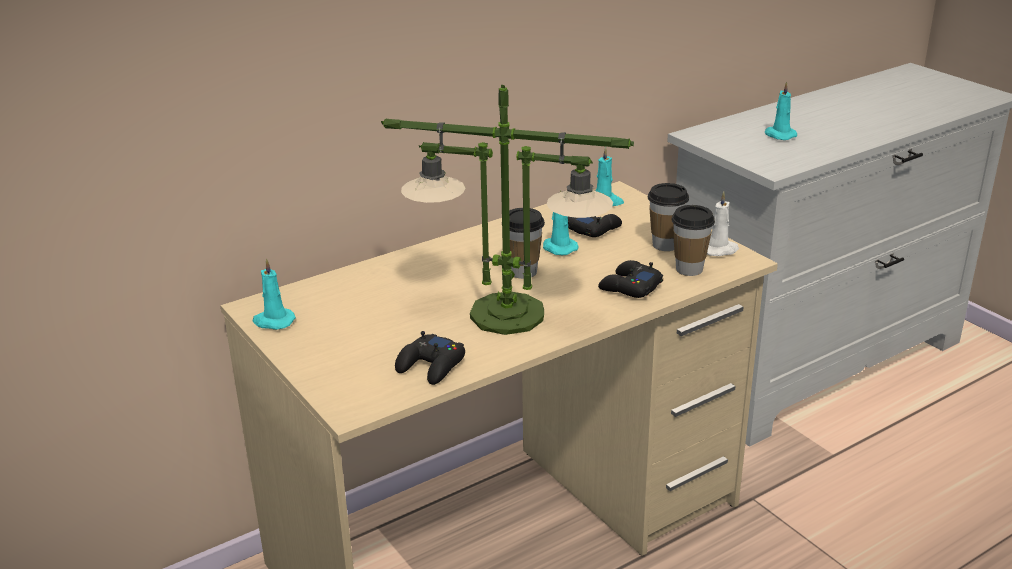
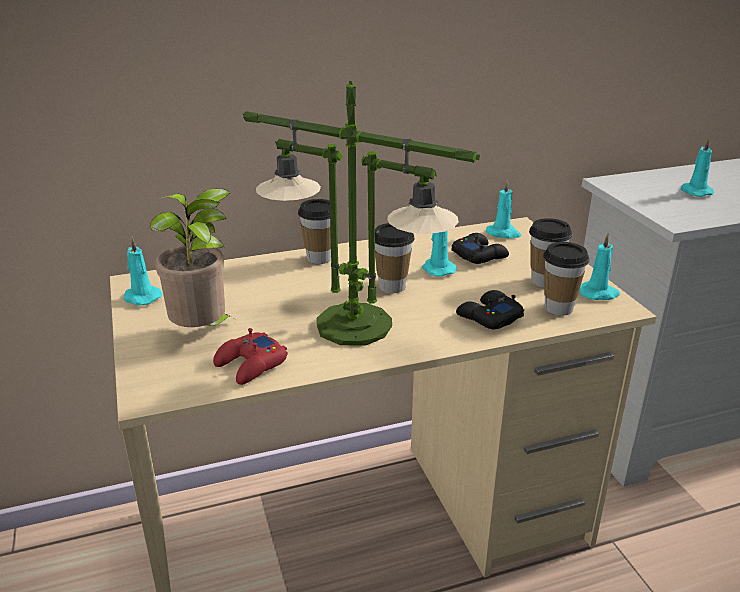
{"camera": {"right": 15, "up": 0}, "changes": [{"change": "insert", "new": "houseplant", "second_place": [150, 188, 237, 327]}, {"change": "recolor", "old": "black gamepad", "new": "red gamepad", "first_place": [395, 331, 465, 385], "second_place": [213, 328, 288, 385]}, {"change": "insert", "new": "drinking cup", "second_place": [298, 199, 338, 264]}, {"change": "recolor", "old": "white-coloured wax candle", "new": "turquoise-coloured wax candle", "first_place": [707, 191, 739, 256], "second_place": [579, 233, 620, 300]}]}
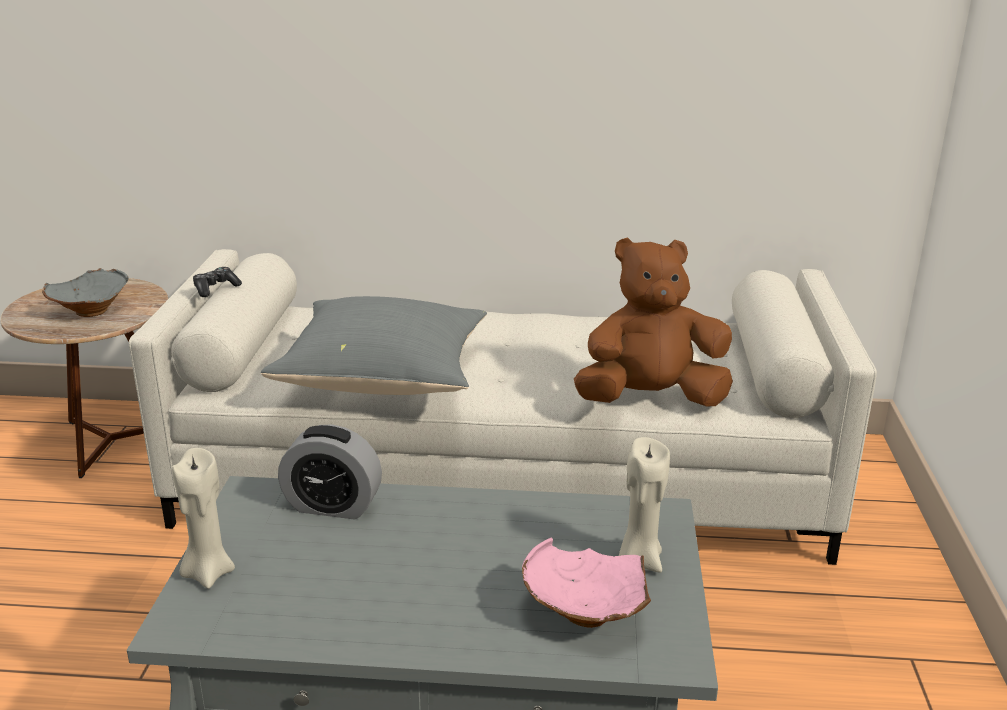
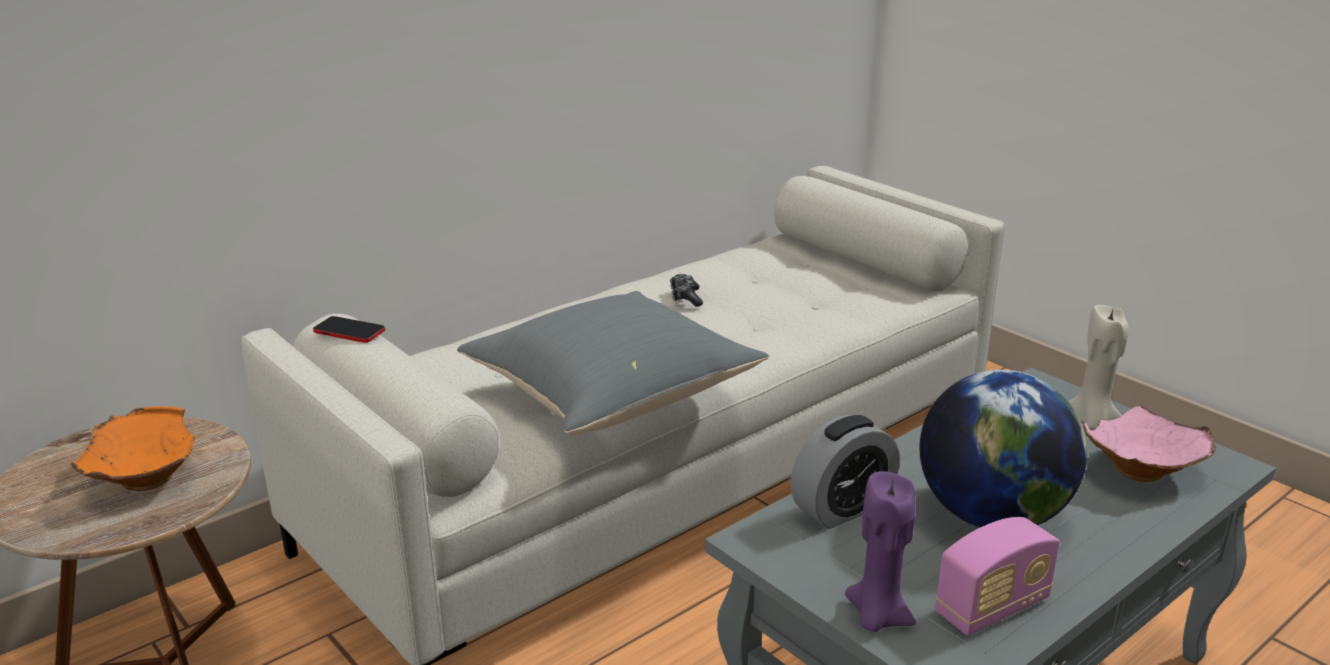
{"camera": {"right": -45, "up": 0}, "changes": [{"change": "recolor", "old": "gray deep dish", "new": "orangey deep dish", "first_place": [42, 268, 128, 317], "second_place": [71, 406, 195, 491]}, {"change": "insert", "new": "telephone", "second_place": [313, 316, 385, 343]}, {"change": "move", "old": "gamepad", "first_place": [193, 267, 242, 297], "second_place": [670, 274, 703, 307]}, {"change": "recolor", "old": "beige wax candle", "new": "purplish wax candle", "first_place": [172, 448, 235, 589], "second_place": [845, 471, 916, 632]}, {"change": "insert", "new": "desk globe", "second_place": [920, 370, 1087, 527]}, {"change": "insert", "new": "radio", "second_place": [935, 517, 1060, 636]}, {"change": "delete", "old": "brown-coloured cuddly toy", "first_place": [574, 237, 733, 407]}]}
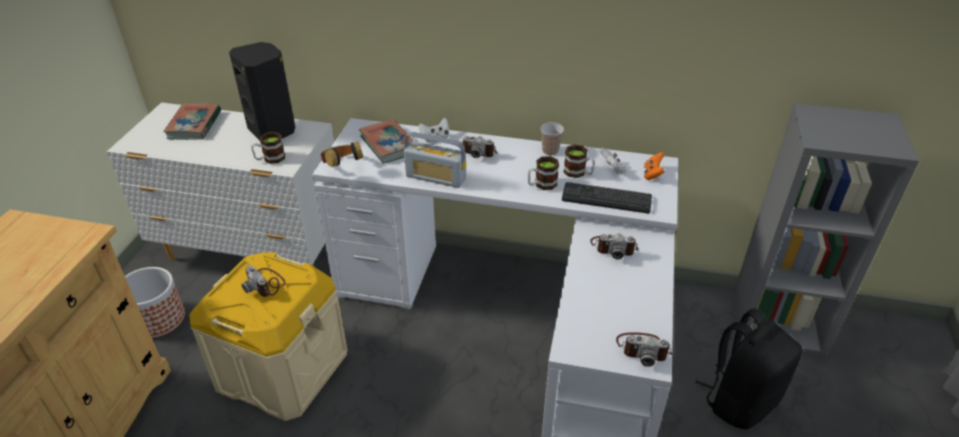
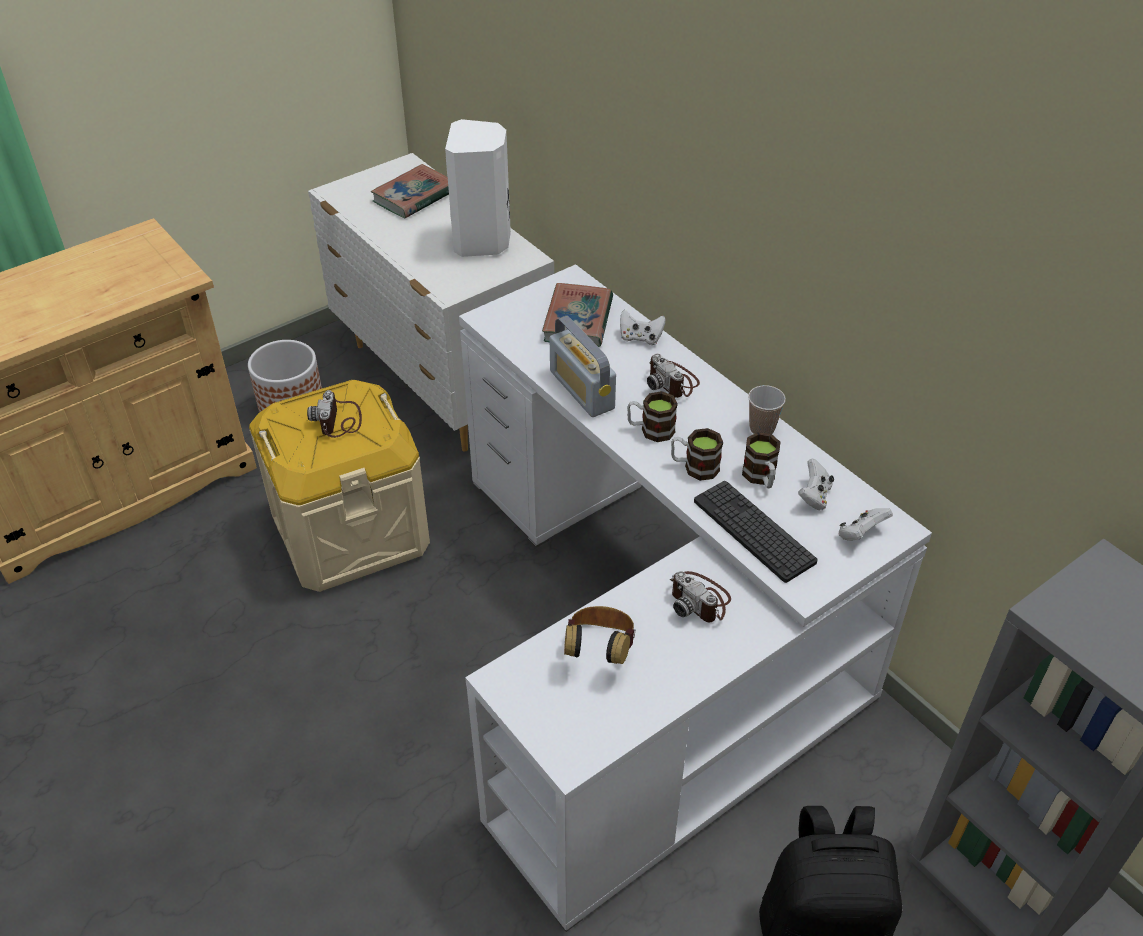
{"camera": {"right": 40, "up": 5}, "changes": [{"change": "recolor", "old": "black loudspeaker", "new": "white-coloured loudspeaker", "first_place": [229, 42, 295, 141], "second_place": [445, 119, 511, 257]}, {"change": "move", "old": "headset", "first_place": [320, 142, 363, 167], "second_place": [564, 606, 635, 664]}, {"change": "move", "old": "coffee mug", "first_place": [251, 132, 285, 164], "second_place": [627, 391, 678, 442]}, {"change": "recolor", "old": "orangey gamepad", "new": "white-coloured gamepad", "first_place": [644, 152, 665, 180], "second_place": [838, 508, 893, 541]}, {"change": "delete", "old": "still camera", "first_place": [616, 332, 672, 367]}]}
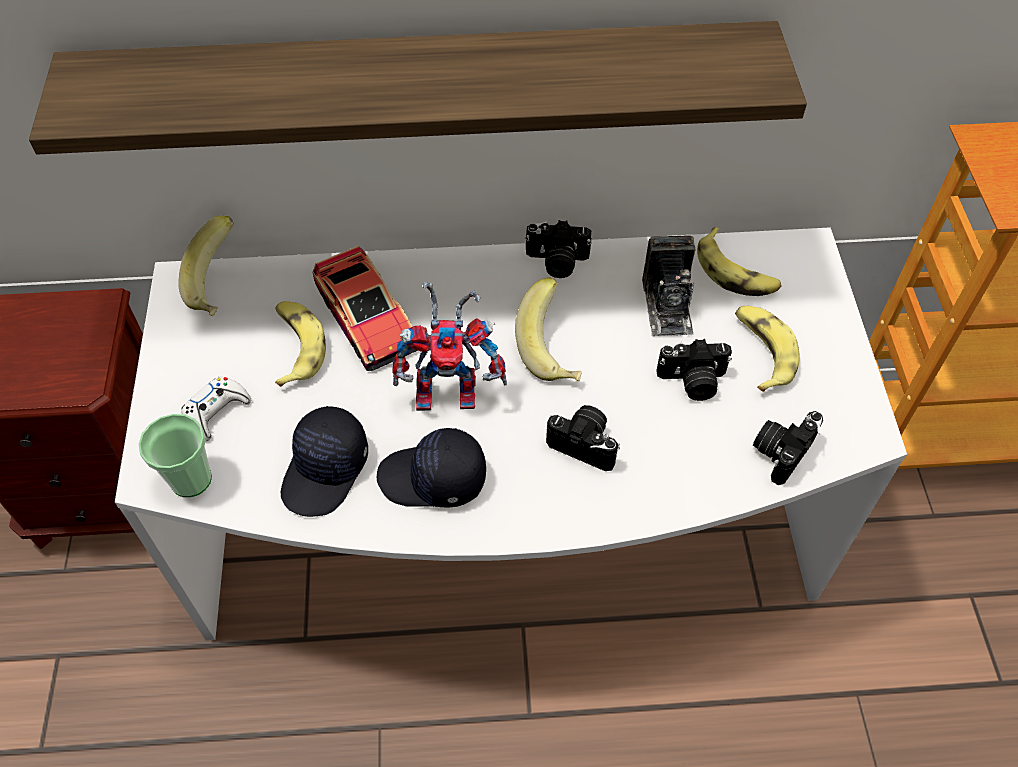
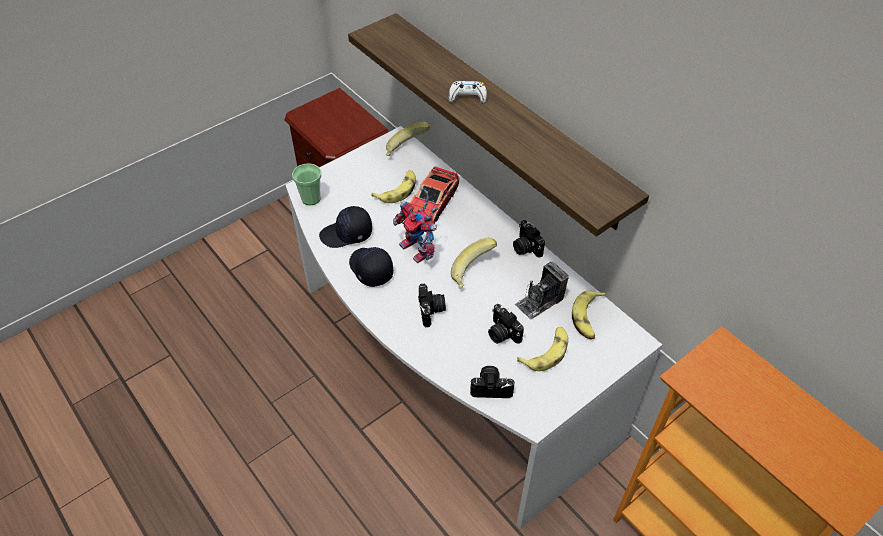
{"camera": {"right": 55, "up": -5}, "changes": [{"change": "move", "old": "white-coloured gamepad", "first_place": [181, 376, 251, 441], "second_place": [449, 81, 487, 104]}]}
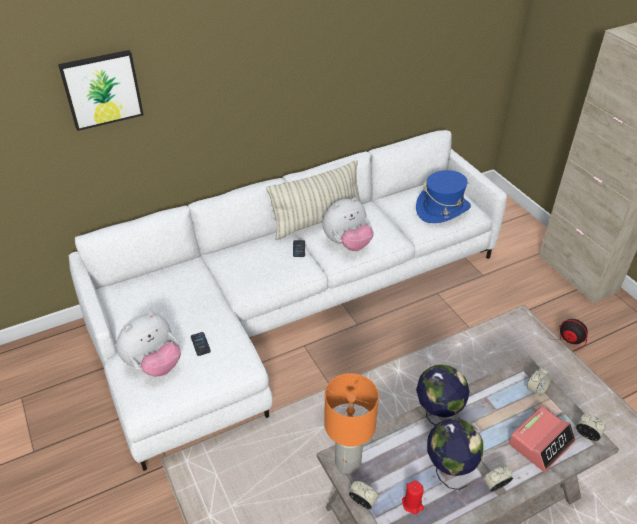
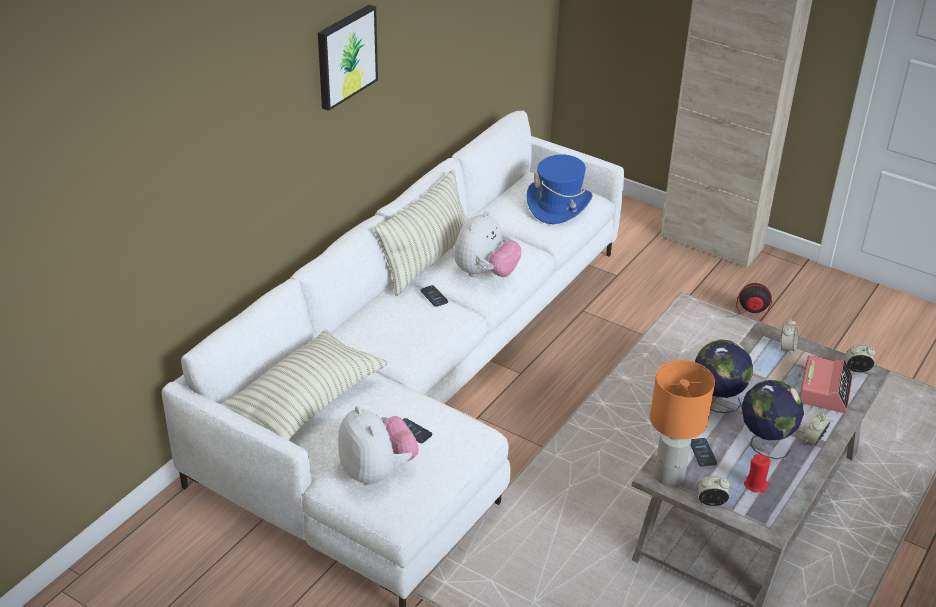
{"camera": {"right": -30, "up": -5}, "changes": [{"change": "insert", "new": "throw pillow", "second_place": [220, 330, 387, 440]}, {"change": "move", "old": "picture", "first_place": [58, 50, 144, 131], "second_place": [318, 5, 378, 111]}, {"change": "rotate", "old": "cuddly toy", "first_place": [116, 312, 181, 376], "second_place": [338, 406, 419, 485], "degrees": -45}, {"change": "insert", "new": "telephone", "second_place": [690, 438, 717, 467]}]}
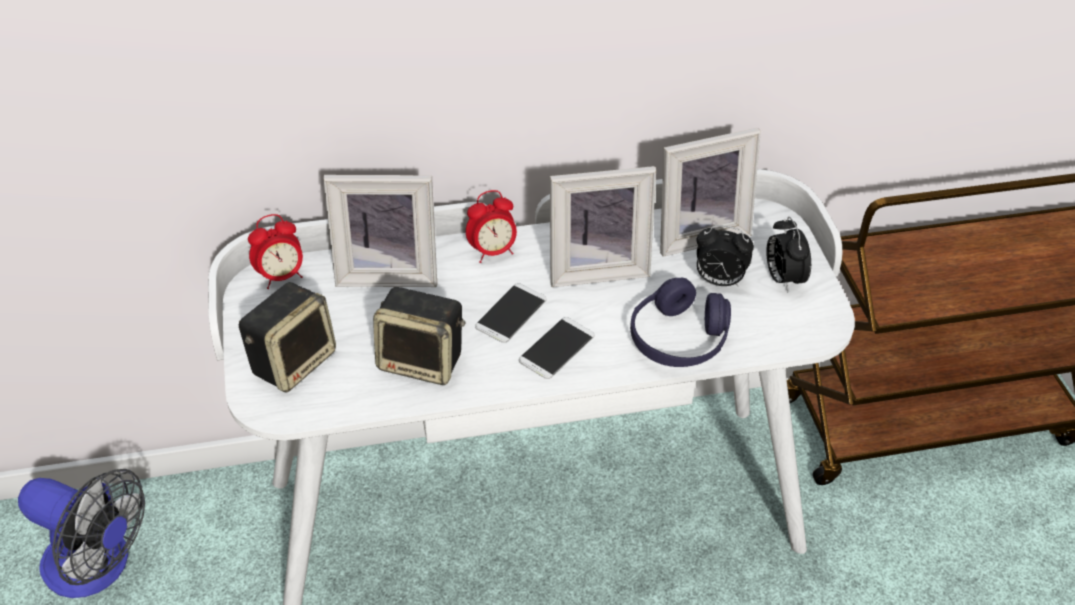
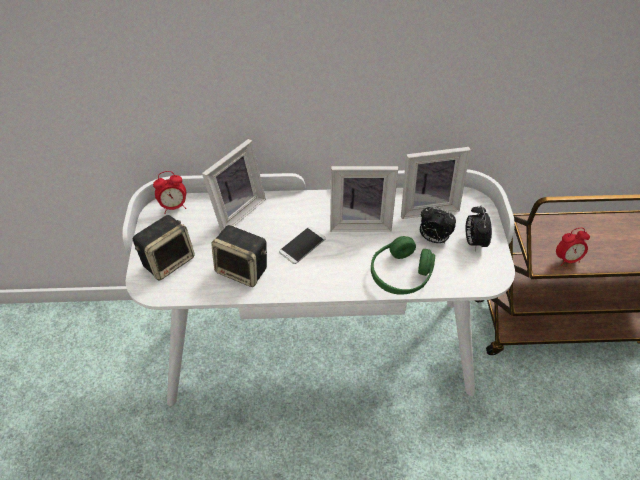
{"camera": {"right": 10, "up": 5}, "changes": [{"change": "rotate", "old": "photo frame", "first_place": [323, 175, 437, 287], "second_place": [202, 139, 266, 232], "degrees": -60}, {"change": "recolor", "old": "purplish headset", "new": "greenish headset", "first_place": [630, 278, 731, 367], "second_place": [371, 236, 435, 295]}, {"change": "move", "old": "table clock", "first_place": [466, 190, 517, 263], "second_place": [556, 228, 590, 266]}, {"change": "delete", "old": "cooling fan", "first_place": [18, 469, 145, 598]}, {"change": "delete", "old": "telephone", "first_place": [519, 317, 594, 379]}]}
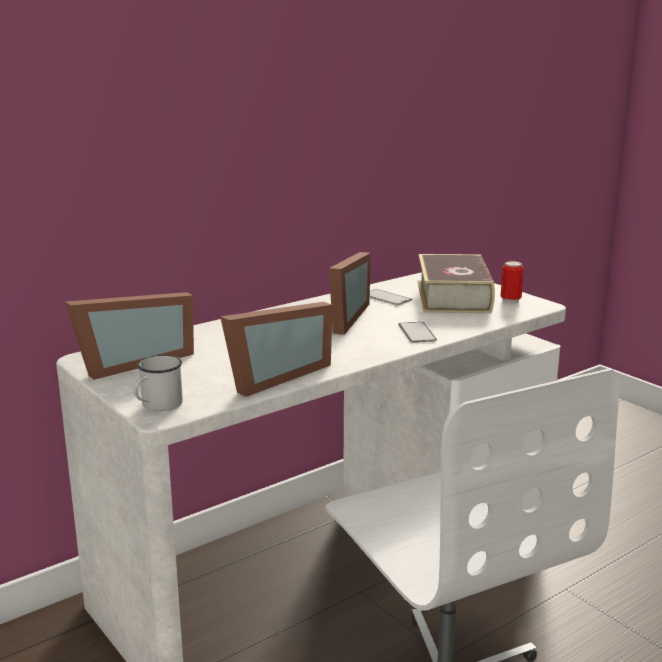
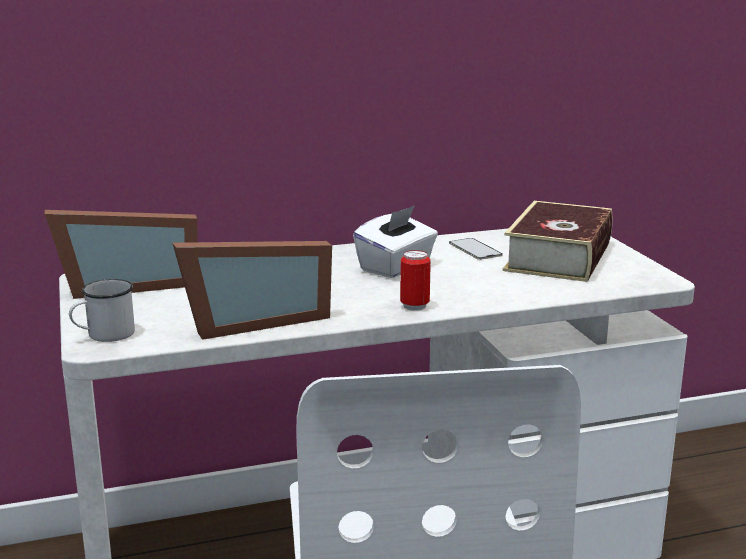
{"camera": {"right": 20, "up": 0}, "changes": [{"change": "replace", "old": "photo frame", "new": "white-coloured box of tissues", "first_place": [329, 252, 371, 335], "second_place": [353, 205, 438, 278]}, {"change": "move", "old": "can", "first_place": [501, 261, 524, 303], "second_place": [400, 250, 431, 311]}, {"change": "delete", "old": "telephone", "first_place": [399, 322, 437, 343]}]}
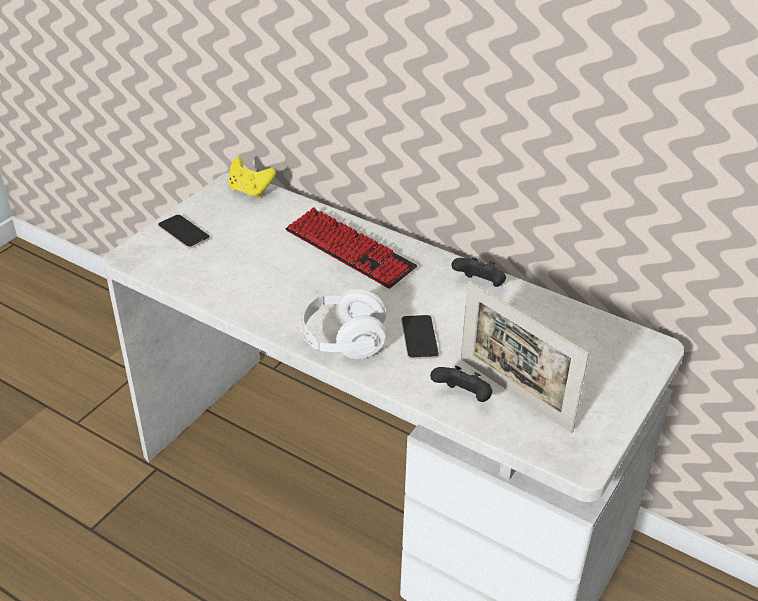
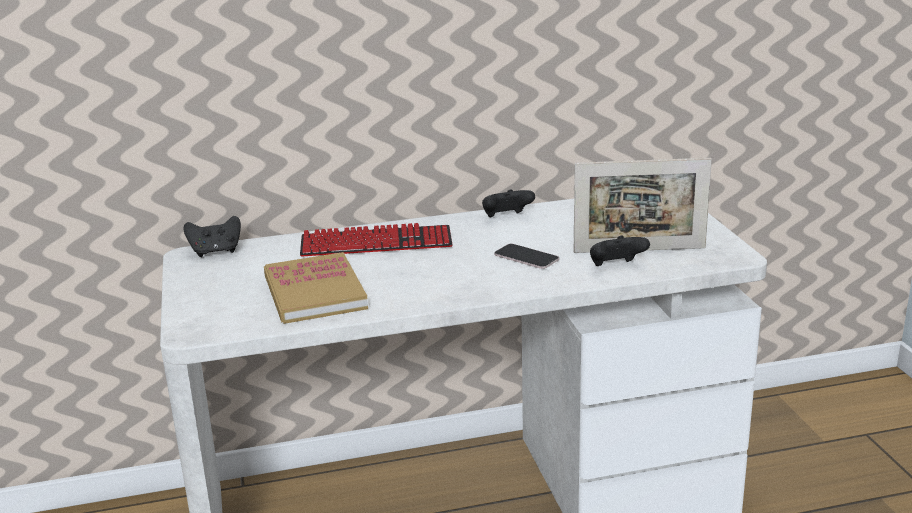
{"camera": {"right": -45, "up": -15}, "changes": [{"change": "recolor", "old": "yellowish gamepad", "new": "black gamepad", "first_place": [229, 157, 276, 198], "second_place": [183, 216, 241, 257]}, {"change": "insert", "new": "volume", "second_place": [264, 252, 368, 324]}, {"change": "delete", "old": "telephone", "first_place": [158, 214, 210, 248]}, {"change": "delete", "old": "white-coloured headset", "first_place": [300, 289, 386, 359]}]}
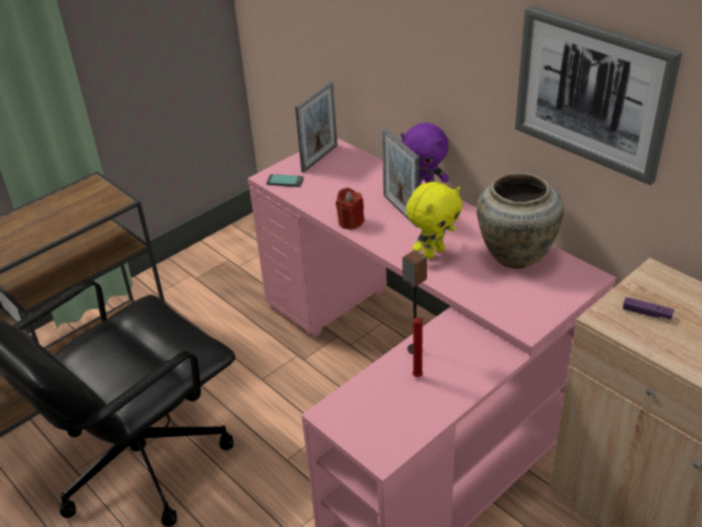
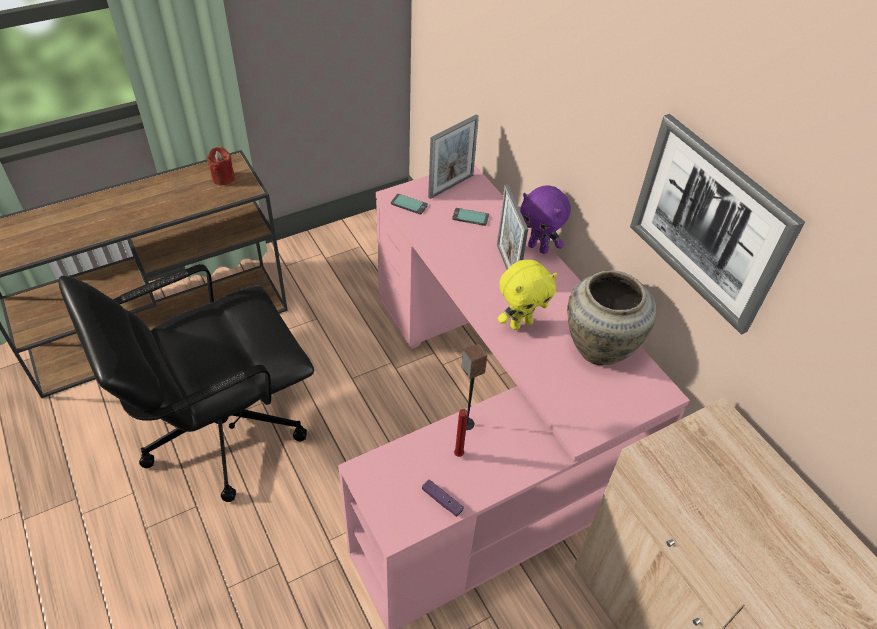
{"camera": {"right": 10, "up": 10}, "changes": [{"change": "move", "old": "red wax candle", "first_place": [336, 188, 365, 229], "second_place": [206, 147, 235, 185]}, {"change": "move", "old": "purplish gamepad", "first_place": [623, 297, 674, 320], "second_place": [422, 479, 464, 517]}, {"change": "insert", "new": "telephone", "second_place": [452, 208, 489, 226]}]}
